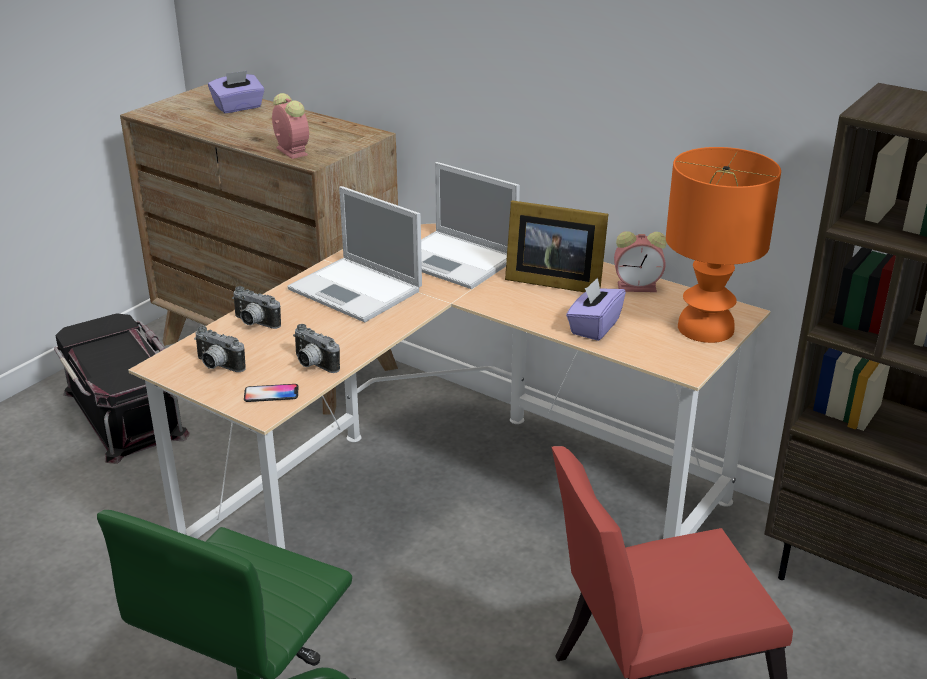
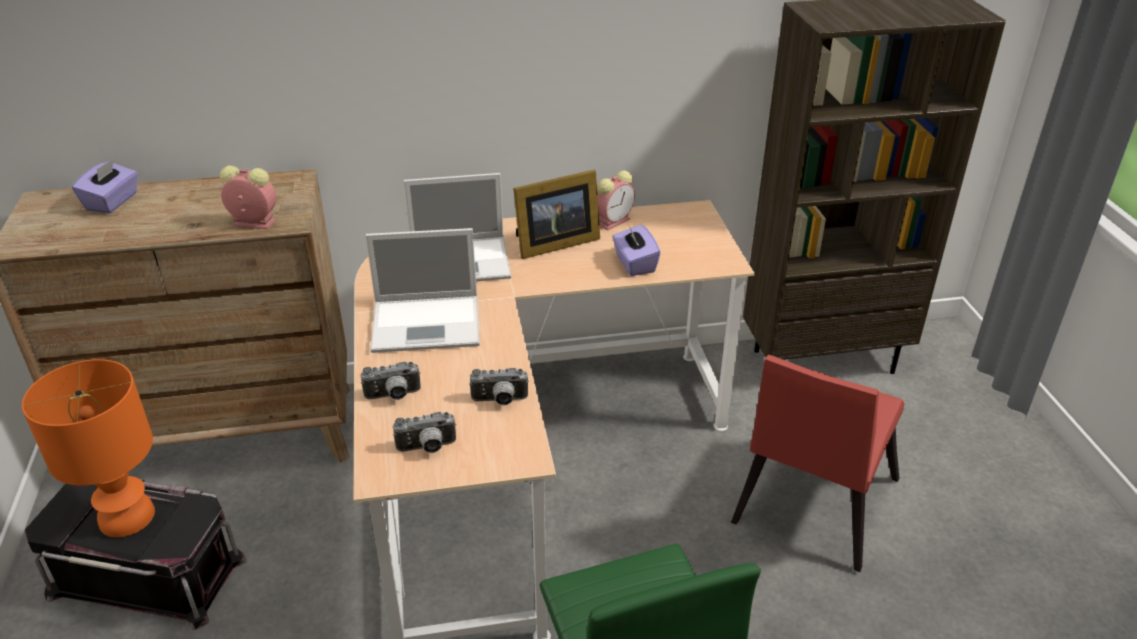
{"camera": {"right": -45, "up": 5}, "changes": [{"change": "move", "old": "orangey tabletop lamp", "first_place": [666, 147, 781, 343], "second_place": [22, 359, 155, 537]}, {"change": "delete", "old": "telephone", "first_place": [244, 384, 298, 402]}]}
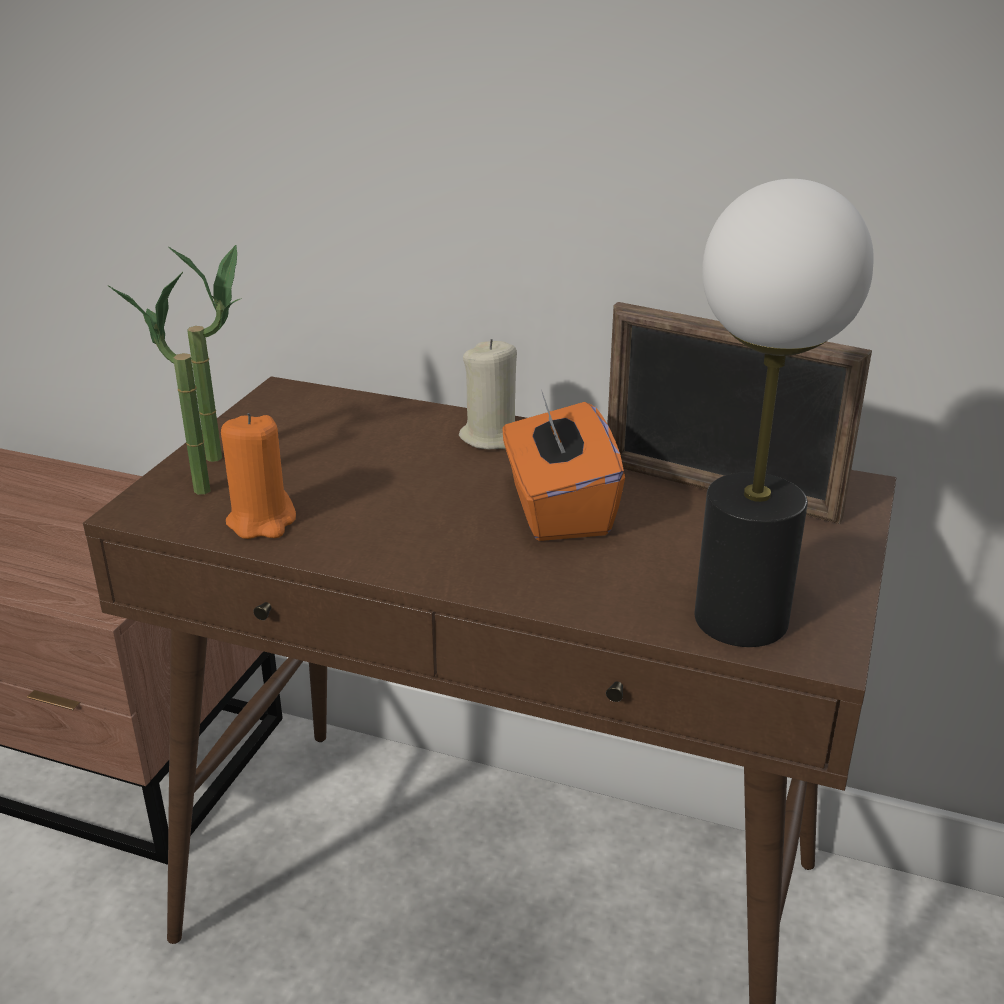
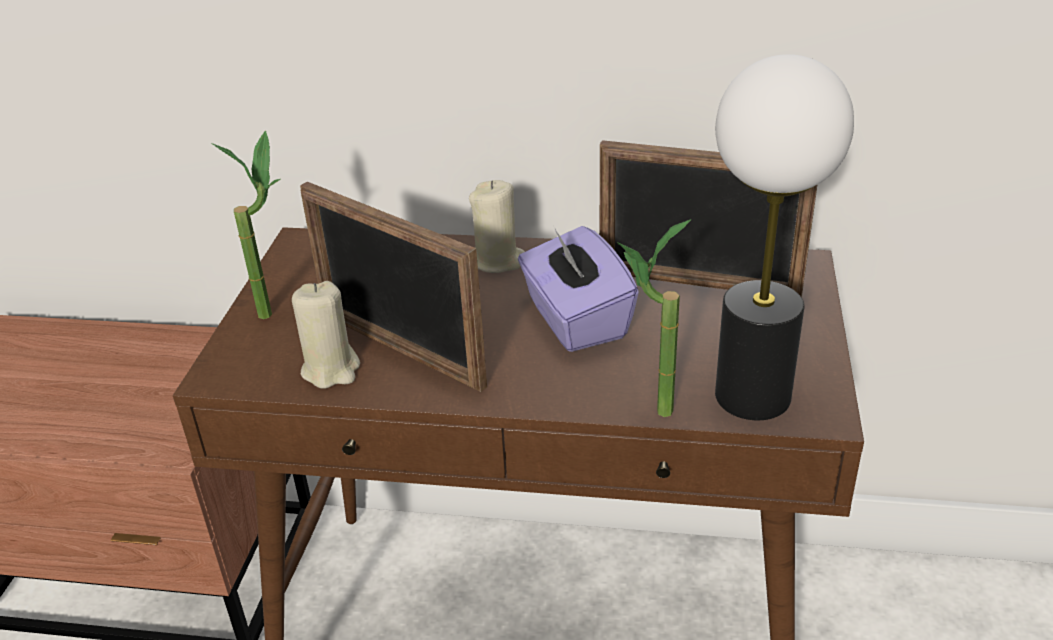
{"camera": {"right": -10, "up": 5}, "changes": [{"change": "recolor", "old": "orangey wax candle", "new": "beige wax candle", "first_place": [221, 413, 296, 539], "second_place": [292, 281, 360, 389]}, {"change": "insert", "new": "photo frame", "second_place": [300, 182, 487, 392]}, {"change": "recolor", "old": "orangey box of tissues", "new": "purplish box of tissues", "first_place": [503, 389, 625, 541], "second_place": [518, 225, 639, 352]}, {"change": "move", "old": "houseplant", "first_place": [109, 272, 211, 495], "second_place": [617, 219, 691, 417]}]}
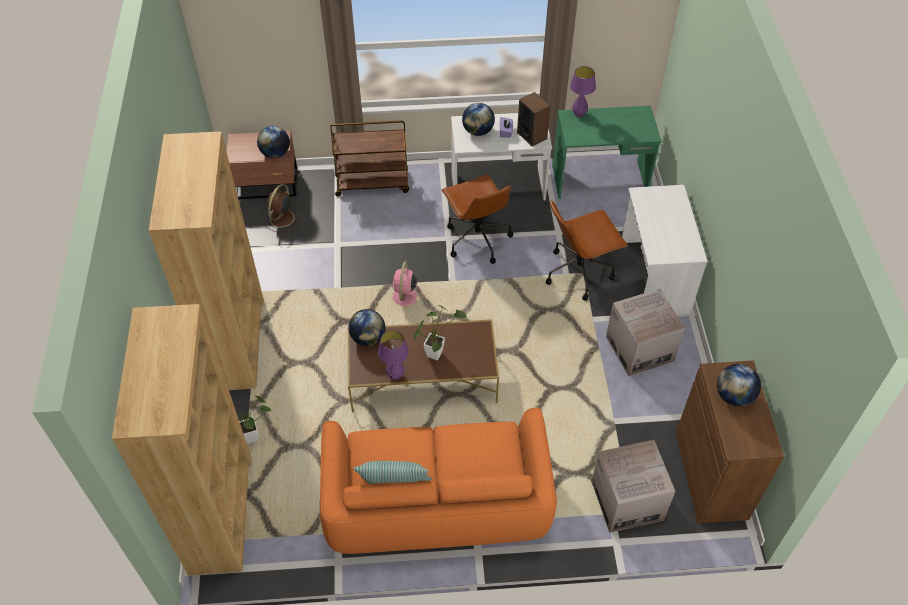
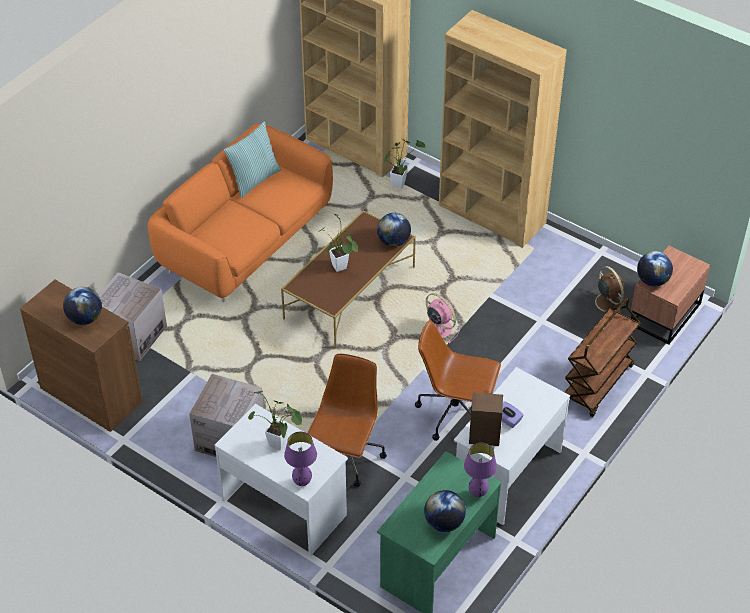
{"camera": {"right": 130, "up": -5}, "changes": [{"change": "insert", "new": "houseplant", "second_place": [248, 391, 303, 450]}, {"change": "move", "old": "purplish tabletop lamp", "first_place": [378, 330, 409, 380], "second_place": [284, 432, 317, 486]}, {"change": "move", "old": "desk globe", "first_place": [462, 103, 495, 136], "second_place": [424, 490, 466, 532]}]}
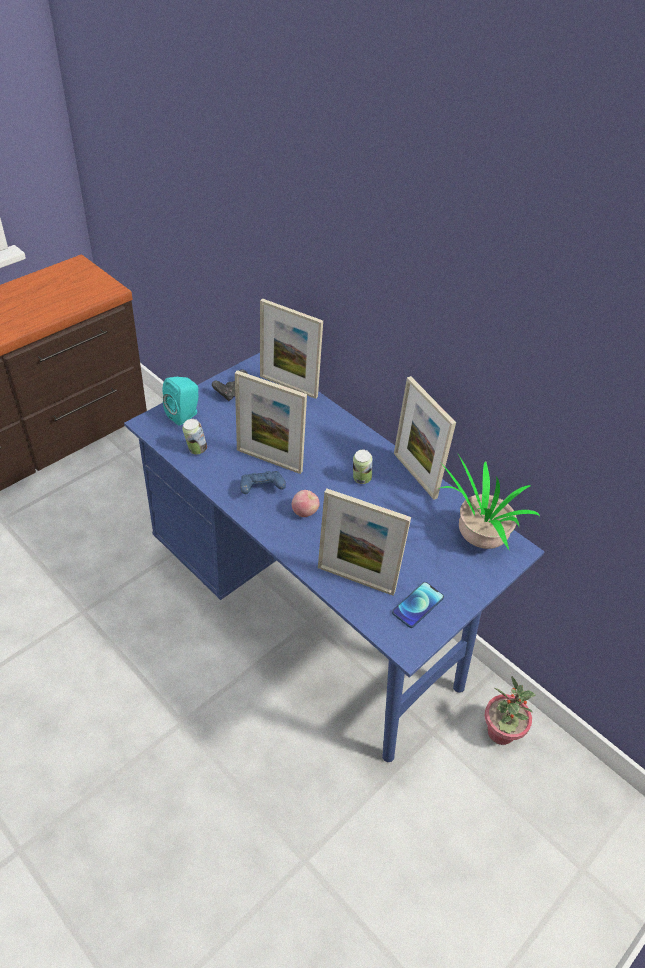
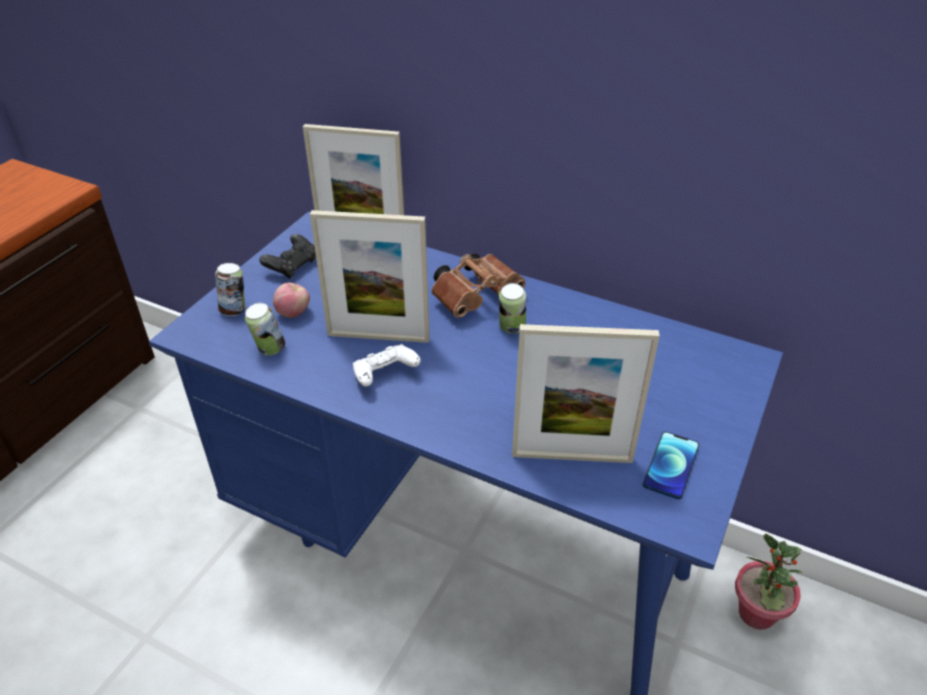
{"camera": {"right": -15, "up": -5}, "changes": [{"change": "replace", "old": "turquoise-coloured loudspeaker", "new": "can", "first_place": [162, 377, 199, 426], "second_place": [215, 263, 245, 316]}, {"change": "move", "old": "apple fruit", "first_place": [292, 490, 320, 517], "second_place": [273, 283, 310, 318]}, {"change": "recolor", "old": "bluish gamepad", "new": "white-coloured gamepad", "first_place": [240, 471, 286, 494], "second_place": [353, 344, 421, 387]}, {"change": "insert", "new": "brown-coloured field glasses", "second_place": [431, 253, 525, 318]}, {"change": "delete", "old": "photo frame", "first_place": [394, 376, 456, 500]}, {"change": "delete", "old": "houseplant", "first_place": [439, 454, 540, 551]}]}
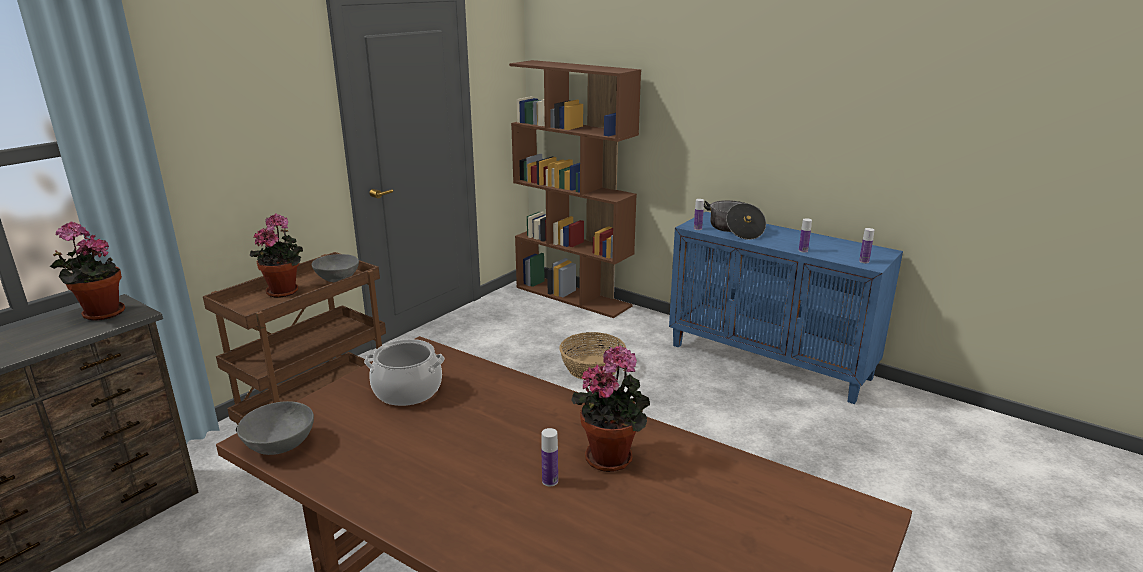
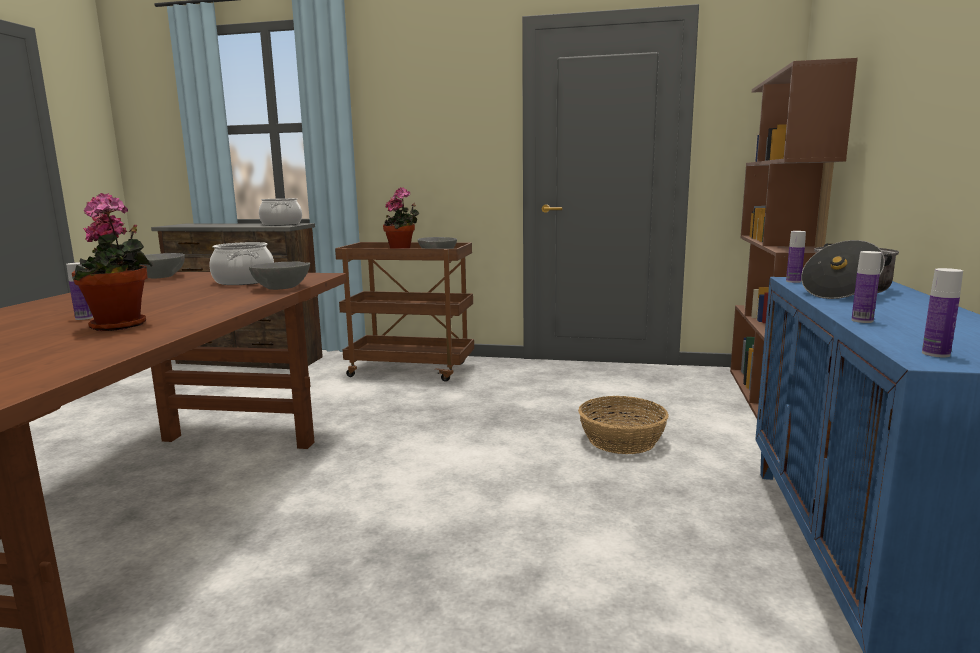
{"camera": {"right": 65, "up": -10}, "changes": [{"change": "insert", "new": "gray deep dish", "second_place": [249, 262, 310, 290]}, {"change": "replace", "old": "houseplant", "new": "stockpot", "first_place": [50, 222, 125, 321], "second_place": [259, 198, 302, 226]}]}
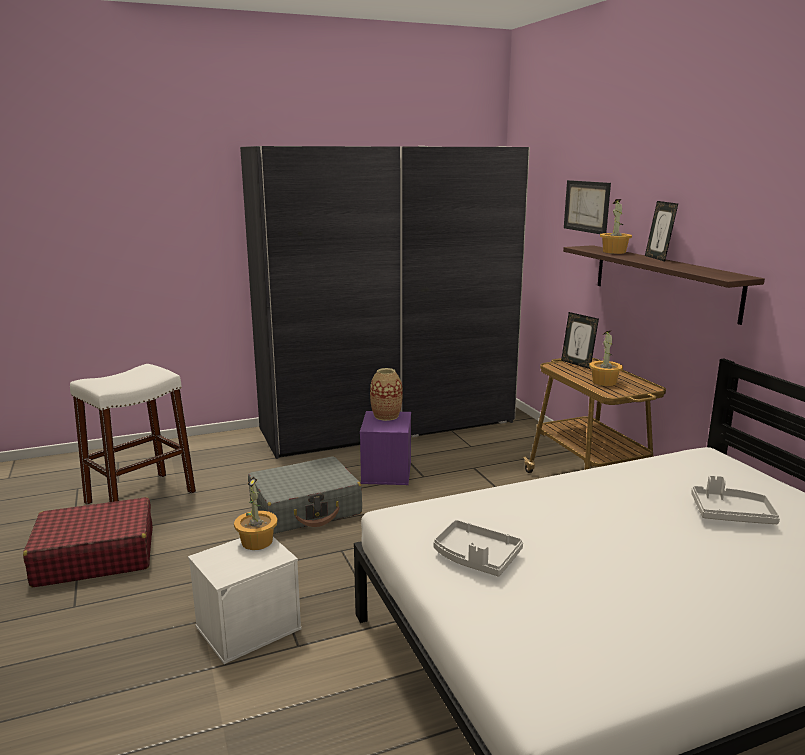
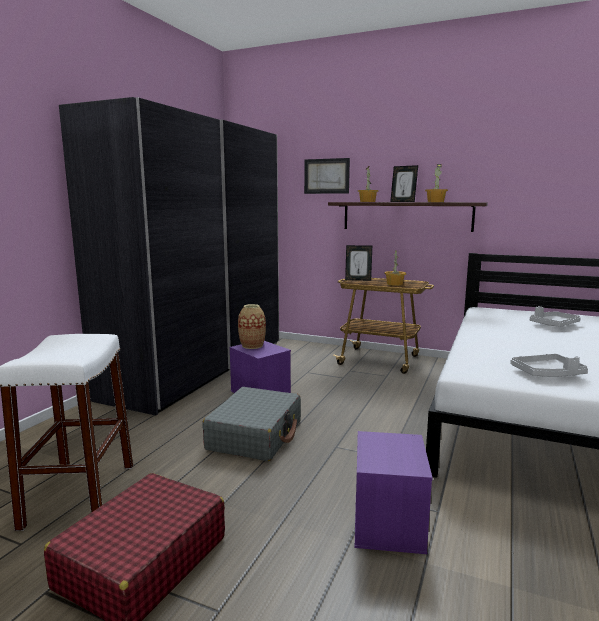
{"camera": {"right": -45, "up": -5}, "changes": [{"change": "recolor", "old": "white-coloured storage container", "new": "purplish storage container", "first_place": [188, 537, 302, 664], "second_place": [355, 431, 433, 554]}, {"change": "move", "old": "houseplant", "first_place": [234, 477, 278, 550], "second_place": [425, 164, 448, 202]}]}
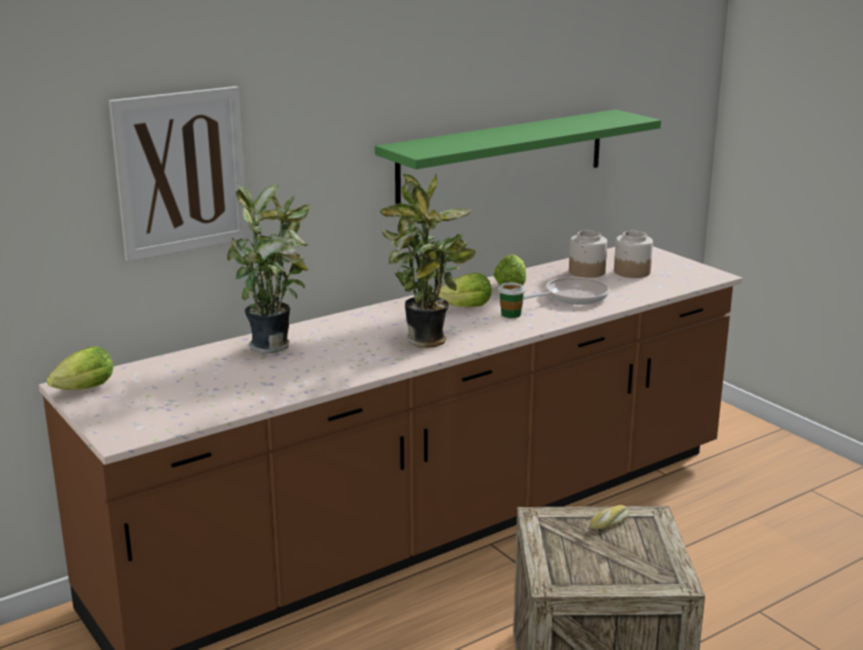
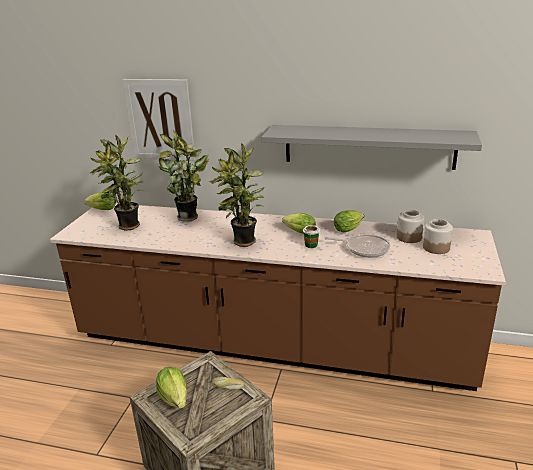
{"camera": {"right": 50, "up": 5}, "changes": [{"change": "insert", "new": "houseplant", "second_place": [89, 135, 144, 231]}, {"change": "insert", "new": "head of lettuce", "second_place": [156, 367, 187, 409]}, {"change": "recolor", "old": "greenish wall shelf", "new": "gray wall shelf", "first_place": [375, 109, 661, 204], "second_place": [261, 125, 482, 170]}]}
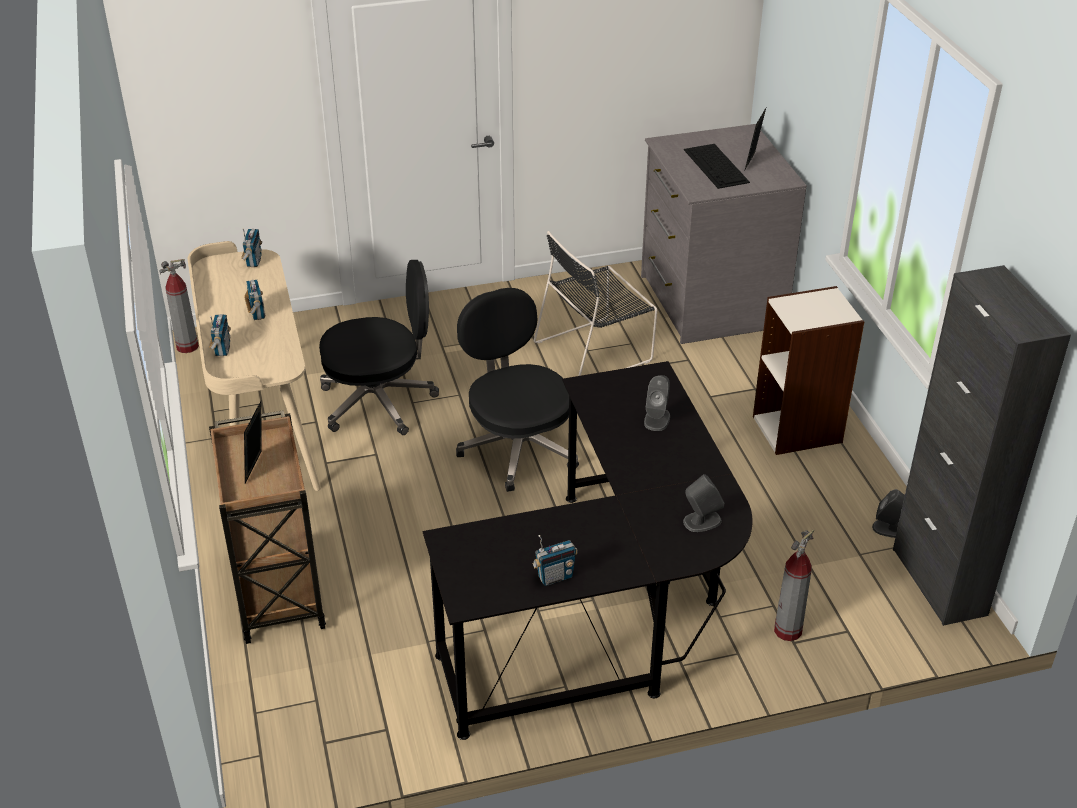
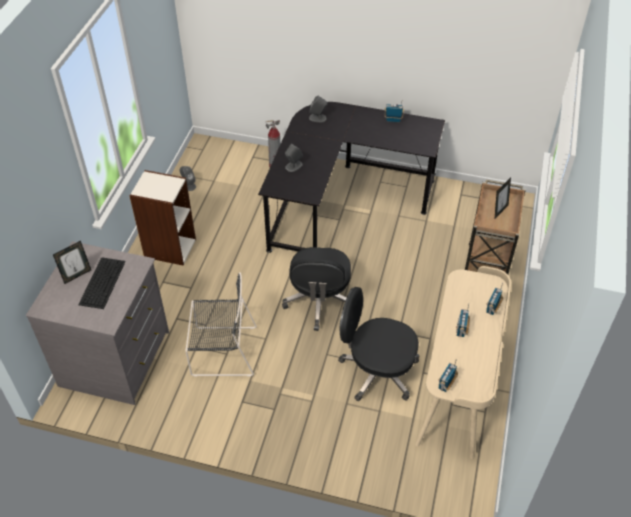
{"camera": {"right": -150, "up": 10}, "changes": [{"change": "delete", "old": "extinguisher", "first_place": [159, 259, 199, 353]}, {"change": "delete", "old": "black cabinet", "first_place": [893, 265, 1071, 626]}]}
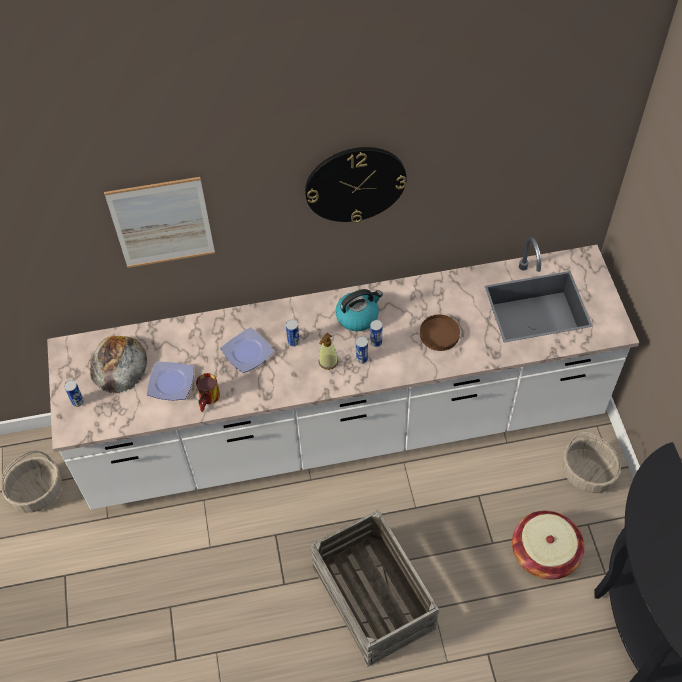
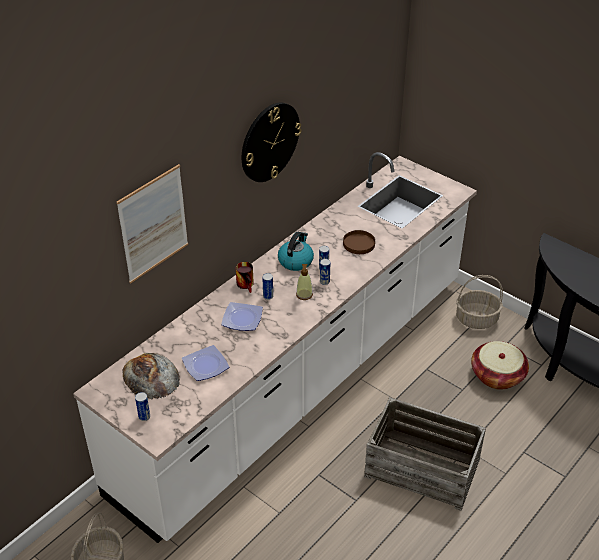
{"camera": {"right": -40, "up": -15}, "changes": [{"change": "move", "old": "coffee mug", "first_place": [196, 373, 220, 412], "second_place": [236, 262, 254, 293]}]}
